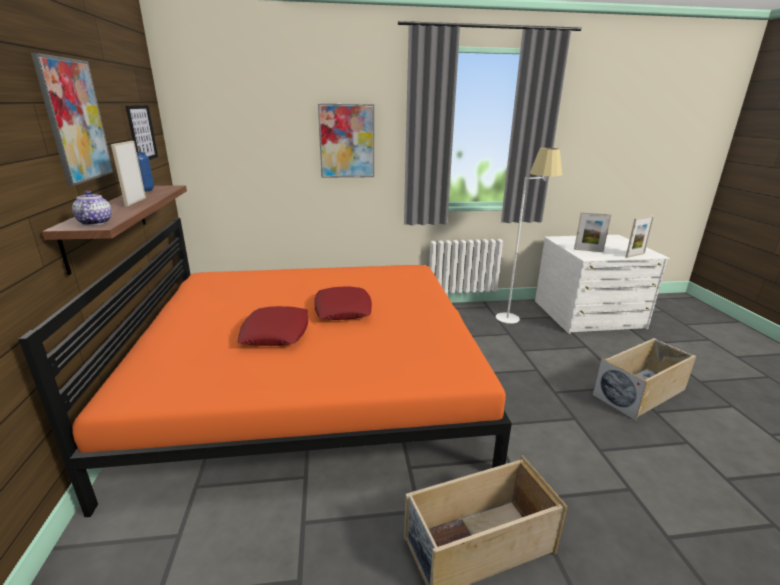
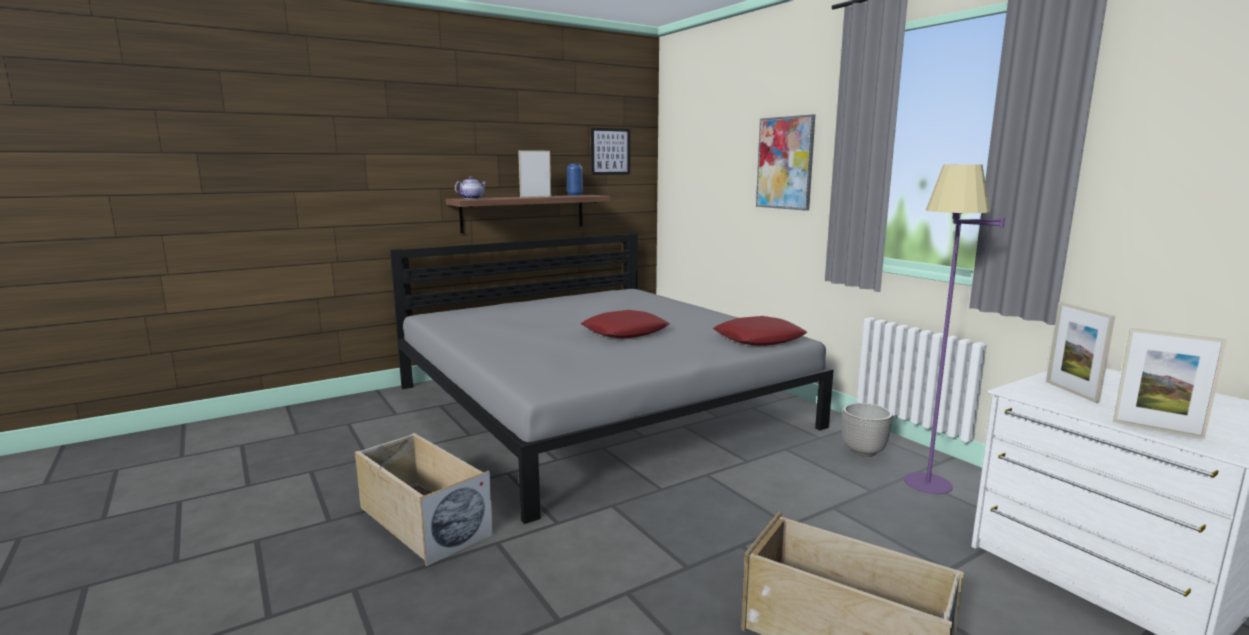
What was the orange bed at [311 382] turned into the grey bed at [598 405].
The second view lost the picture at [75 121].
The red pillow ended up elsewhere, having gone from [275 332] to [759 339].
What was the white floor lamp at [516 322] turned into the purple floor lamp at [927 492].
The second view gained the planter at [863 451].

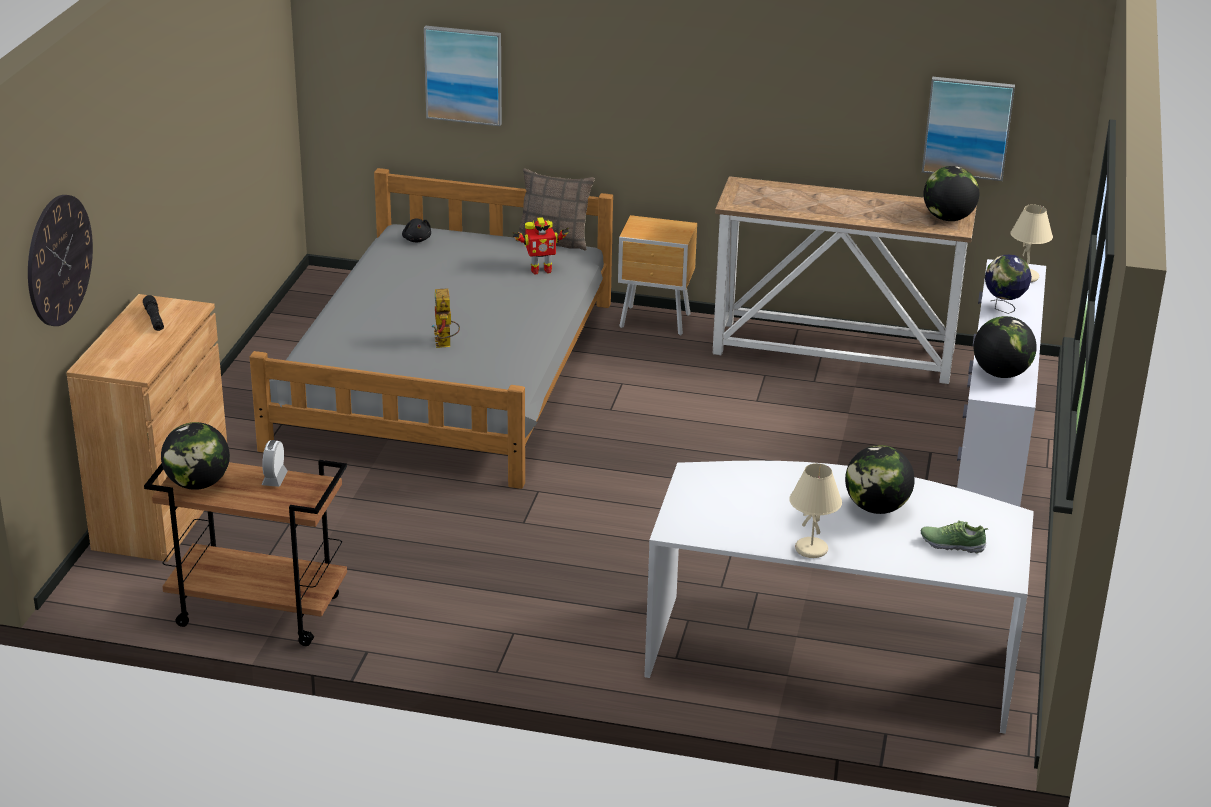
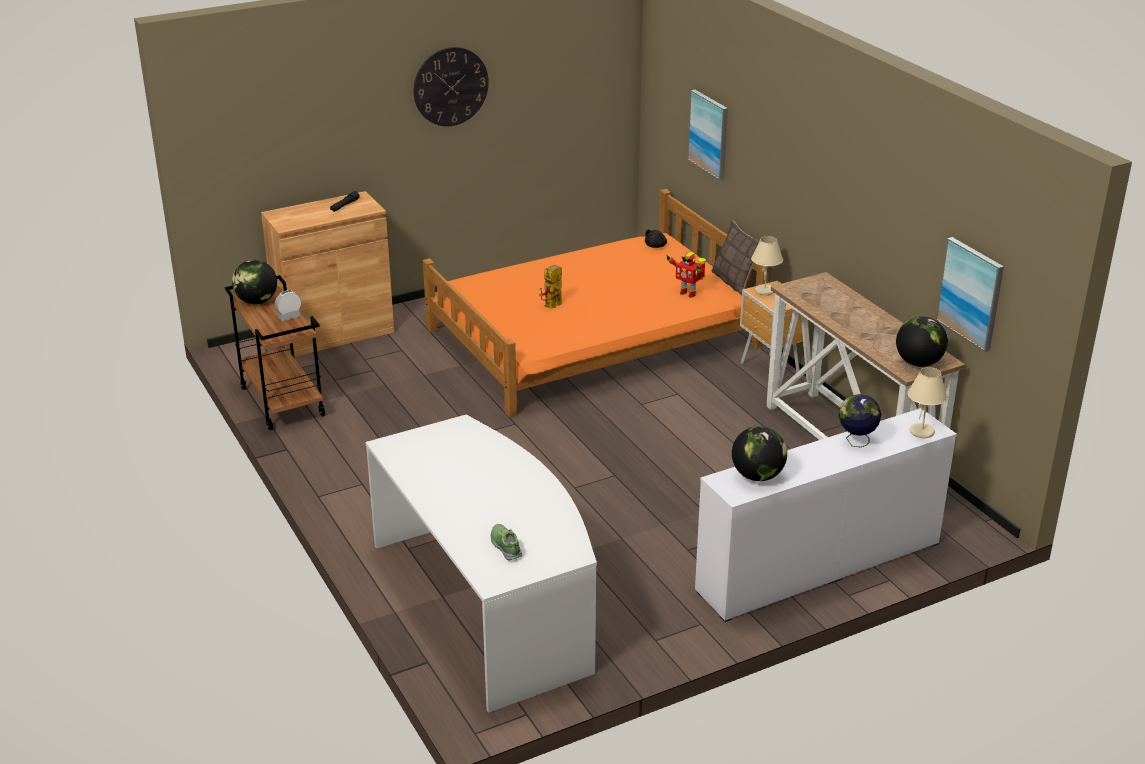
The wall clock ended up elsewhere, having gone from [59 260] to [450 86].
What was the grey bed at [446 374] turned into the orange bed at [592 338].
The beige table lamp ended up elsewhere, having gone from [812 549] to [765 291].
The second view lost the globe at [876 508].

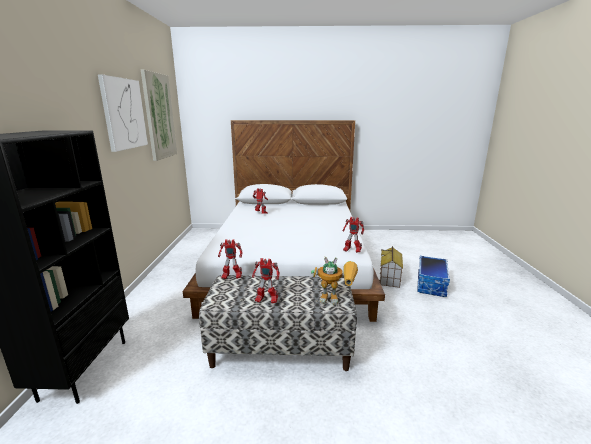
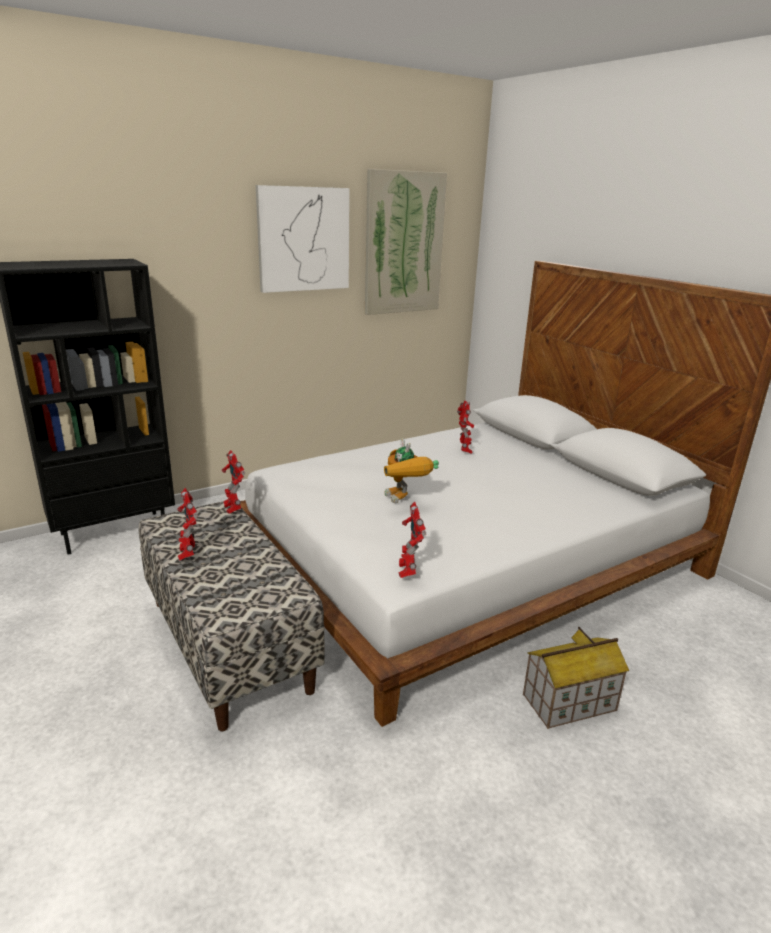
The toy robot ended up elsewhere, having gone from [336 299] to [405 501].
The second view lost the storage box at [431 284].

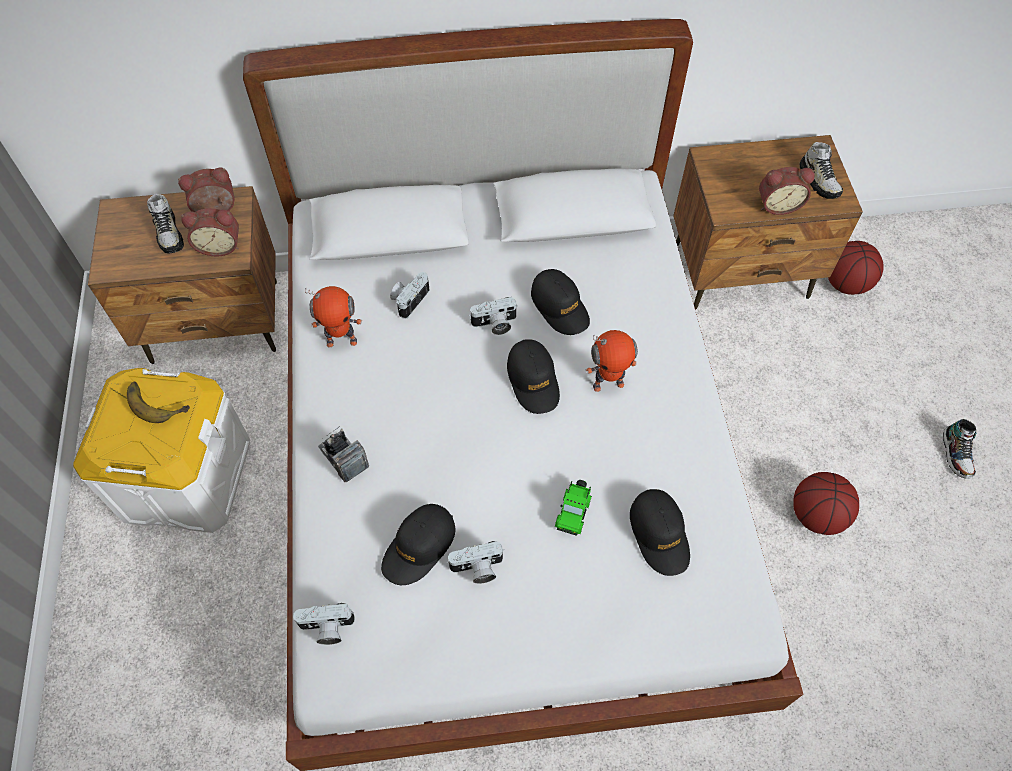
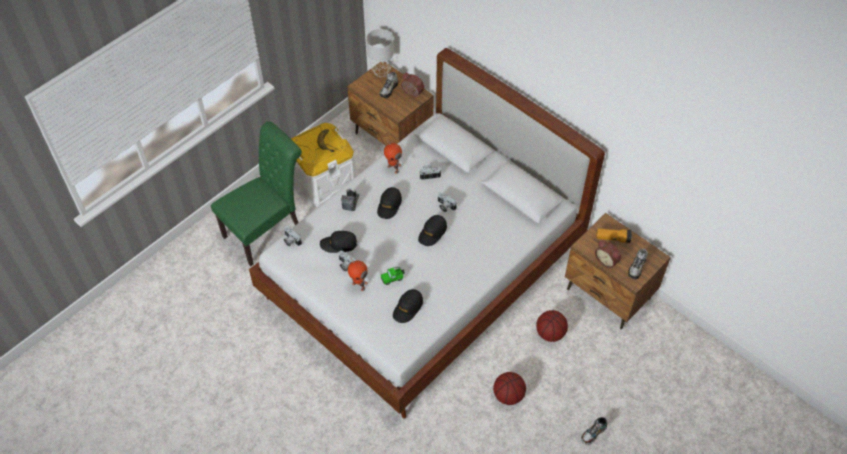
The second view lost the alarm clock at [220 245].
The black cap ended up elsewhere, having gone from [560 307] to [389 205].
The toy robot ended up elsewhere, having gone from [608 383] to [359 285].
The basketball ended up elsewhere, having gone from [846 283] to [550 333].
The second view gained the green chair at [267 230].
The second view gained the grey table lamp at [382 72].
The second view gained the flashlight at [612 238].

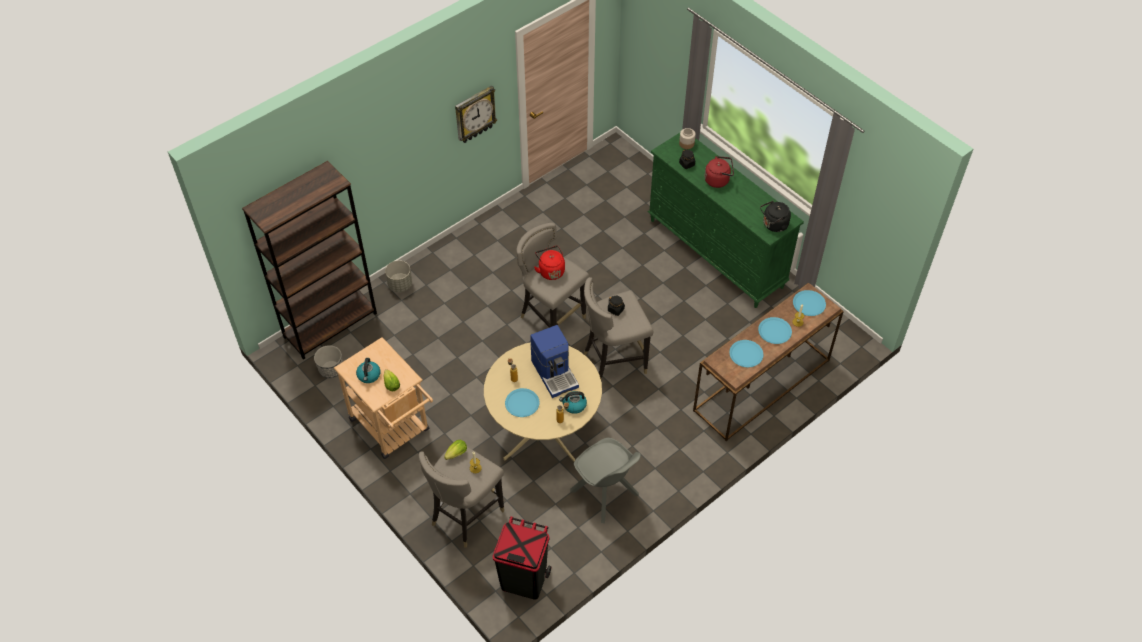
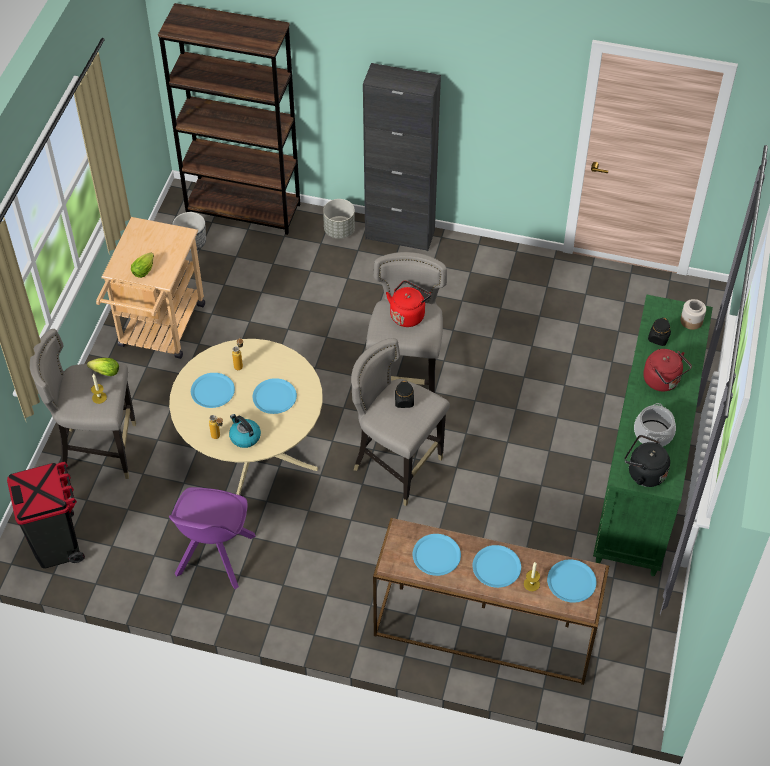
The second view lost the kettle at [369 375].
The second view lost the wall clock at [474 114].
Where the coffee machine stood at [555 373], the blue plate came to stand at [274 397].
What was the grey chair at [605 494] turned into the purple chair at [214 557].
The second view gained the black cabinet at [400 235].
The second view gained the cooking pot at [653 434].

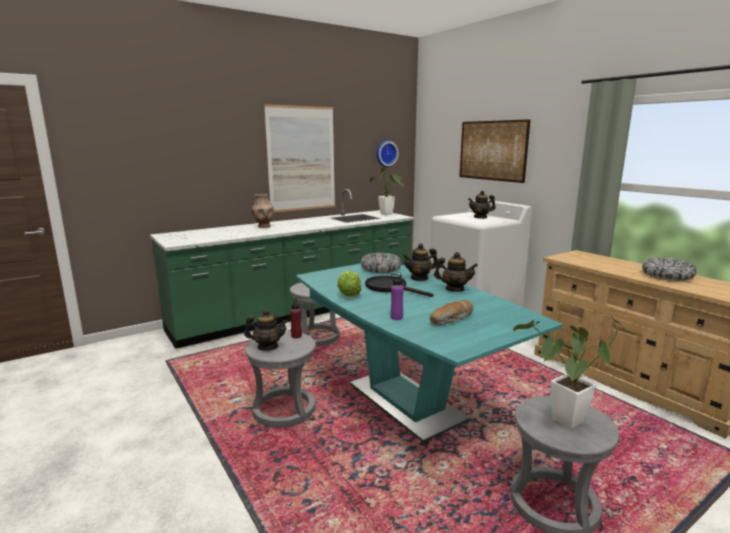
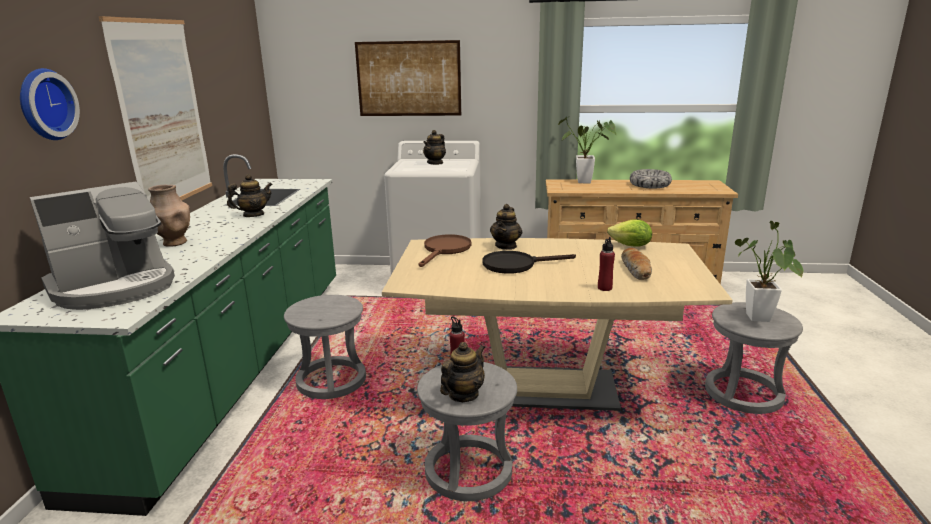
What was the turquoise dining table at [406 402] turned into the beige dining table at [545 389].
The lettuce ended up elsewhere, having gone from [348 295] to [630 246].
Where the bowl stood at [381 269], the brown frying pan came to stand at [445 250].
The potted plant ended up elsewhere, having gone from [387 214] to [588 182].
The wall clock ended up elsewhere, having gone from [385 153] to [44 104].
What was the purple bottle at [396 317] turned into the red bottle at [604 288].
The teapot ended up elsewhere, having gone from [454 289] to [253 215].
The second view gained the coffee machine at [115 287].

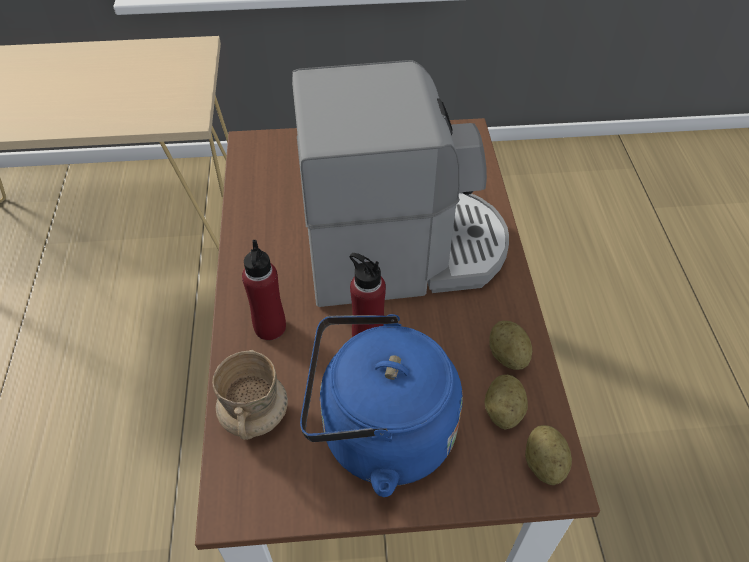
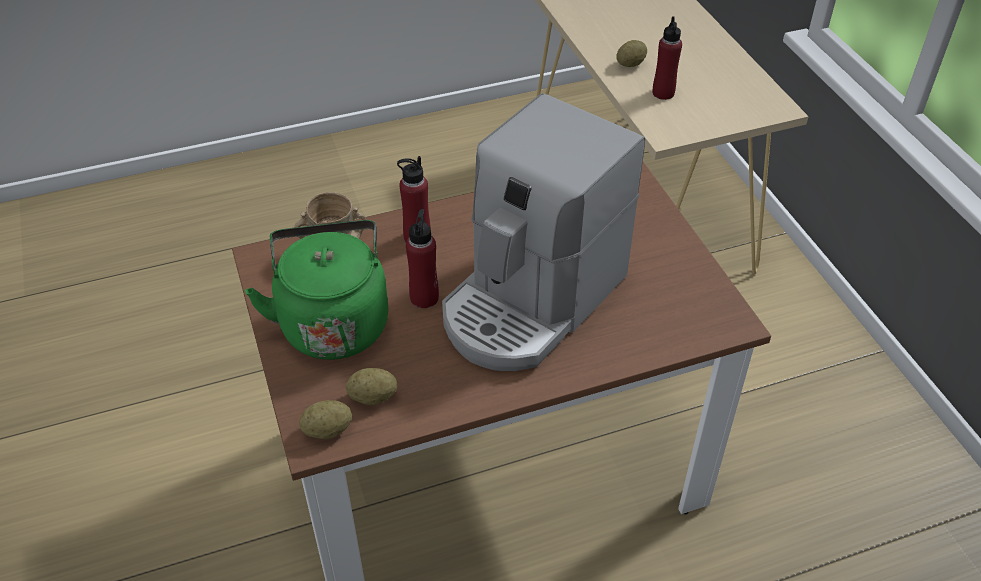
The coffee machine at [403 252] ended up facing another way, 60 degrees clockwise from before.
What was the blue kettle at [379 434] turned into the green kettle at [333 322].
The potato ended up elsewhere, having gone from [507 355] to [630 64].
The second view gained the red bottle at [663 93].

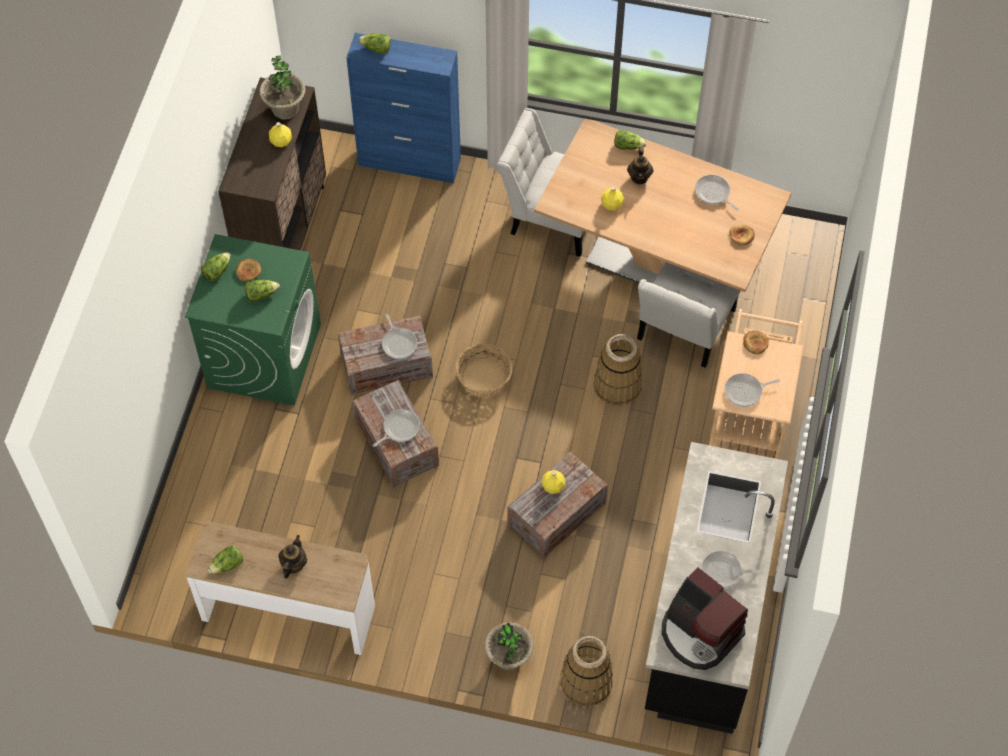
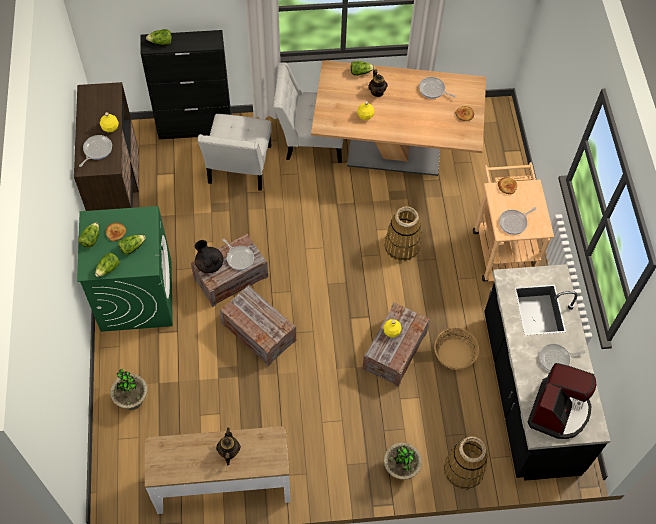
The lettuce ended up elsewhere, having gone from [227 565] to [108 269].
The potted plant ended up elsewhere, having gone from [285 109] to [132 400].
What was the blue cabinet at [410 162] turned into the black cabinet at [195 128].
The frying pan ended up elsewhere, having gone from [399 428] to [96 150].
The basket ended up elsewhere, having gone from [484 378] to [455 354].
The white chair ended up elsewhere, having gone from [683 329] to [238 168].
The coffee machine at [699 633] ended up facing another way, 90 degrees counterclockwise from before.
The second view gained the black teapot at [209 264].

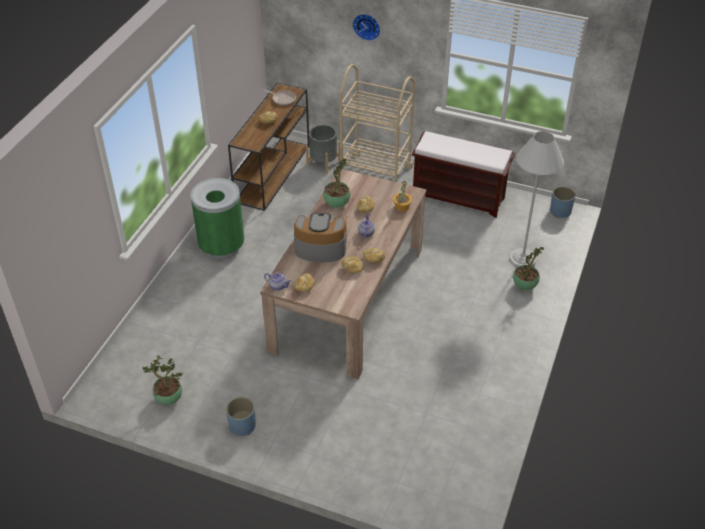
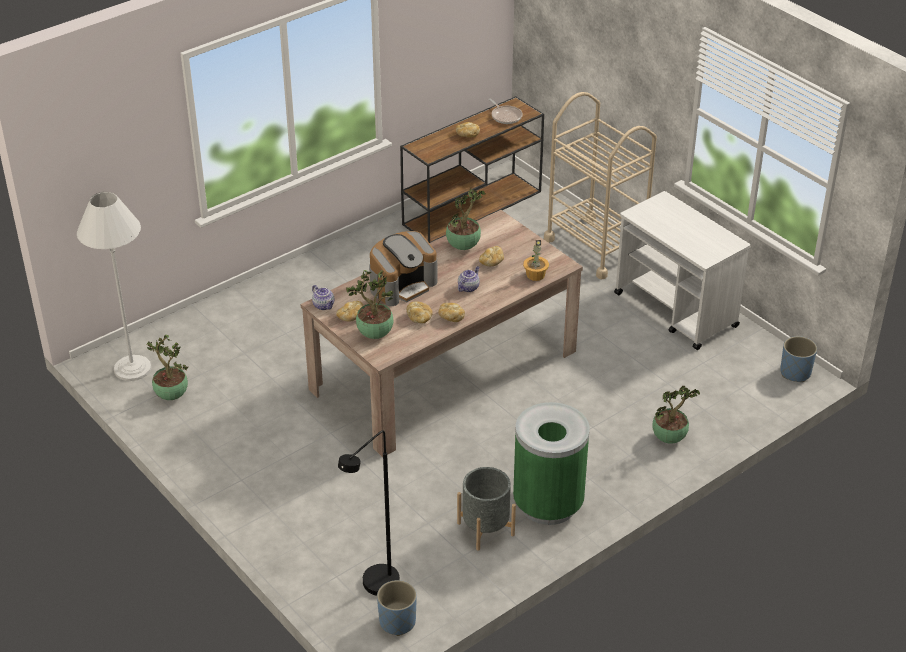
The green trash can ended up elsewhere, having gone from [221 246] to [548 504].
The blue planter ended up elsewhere, having gone from [242 426] to [397 622].
The coffee machine at [320 248] ended up facing another way, 105 degrees clockwise from before.
The grey planter ended up elsewhere, having gone from [323 163] to [485 529].
The second view lost the wall clock at [367 26].
Where the brown bench stood at [459 197], the white cart came to stand at [676 310].
The white floor lamp ended up elsewhere, having gone from [523 258] to [132 368].
The second view gained the black floor lamp at [375 589].
The second view gained the potted plant at [374 334].

